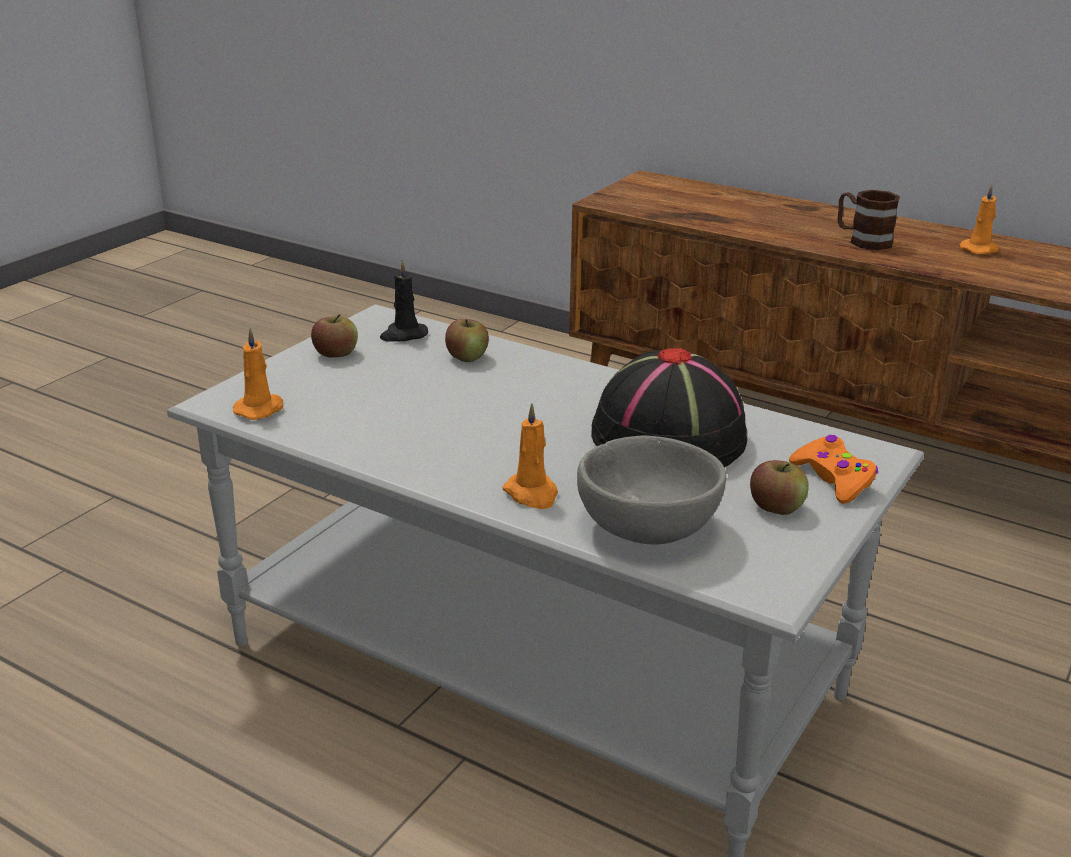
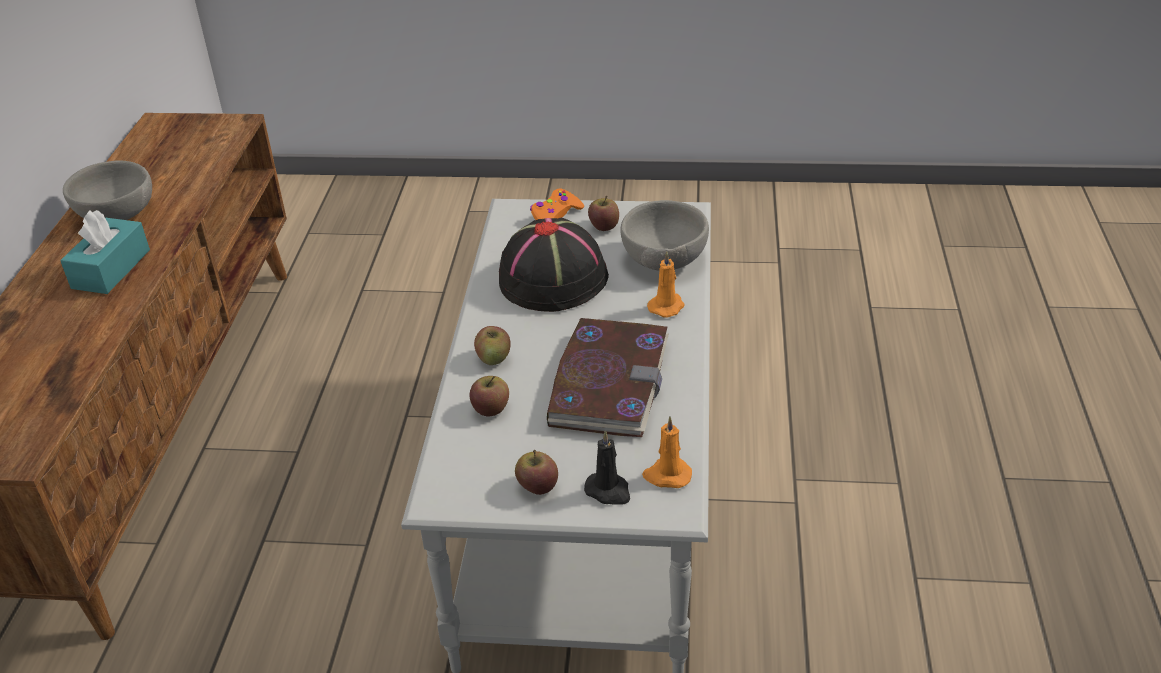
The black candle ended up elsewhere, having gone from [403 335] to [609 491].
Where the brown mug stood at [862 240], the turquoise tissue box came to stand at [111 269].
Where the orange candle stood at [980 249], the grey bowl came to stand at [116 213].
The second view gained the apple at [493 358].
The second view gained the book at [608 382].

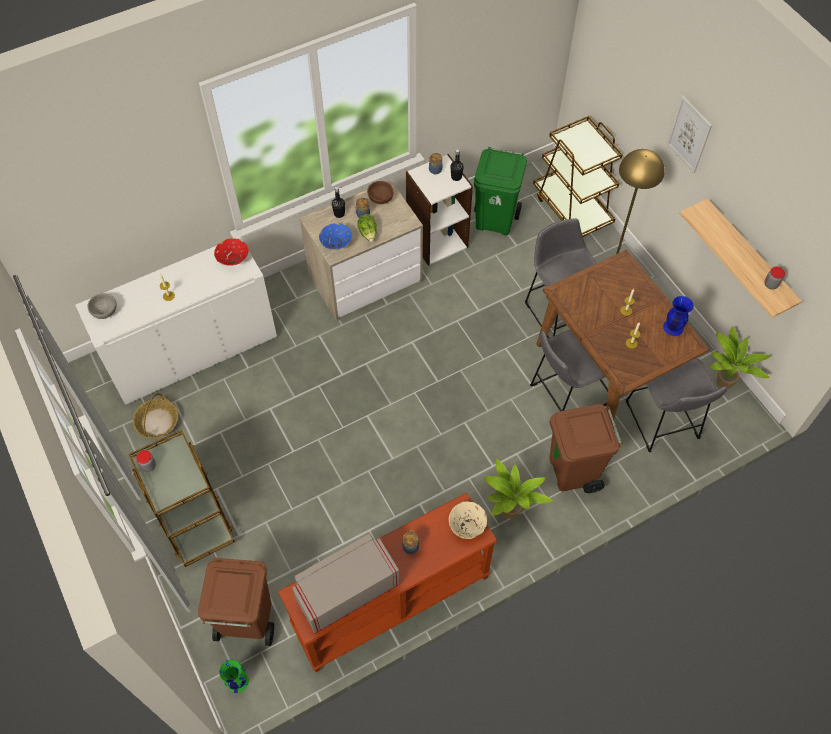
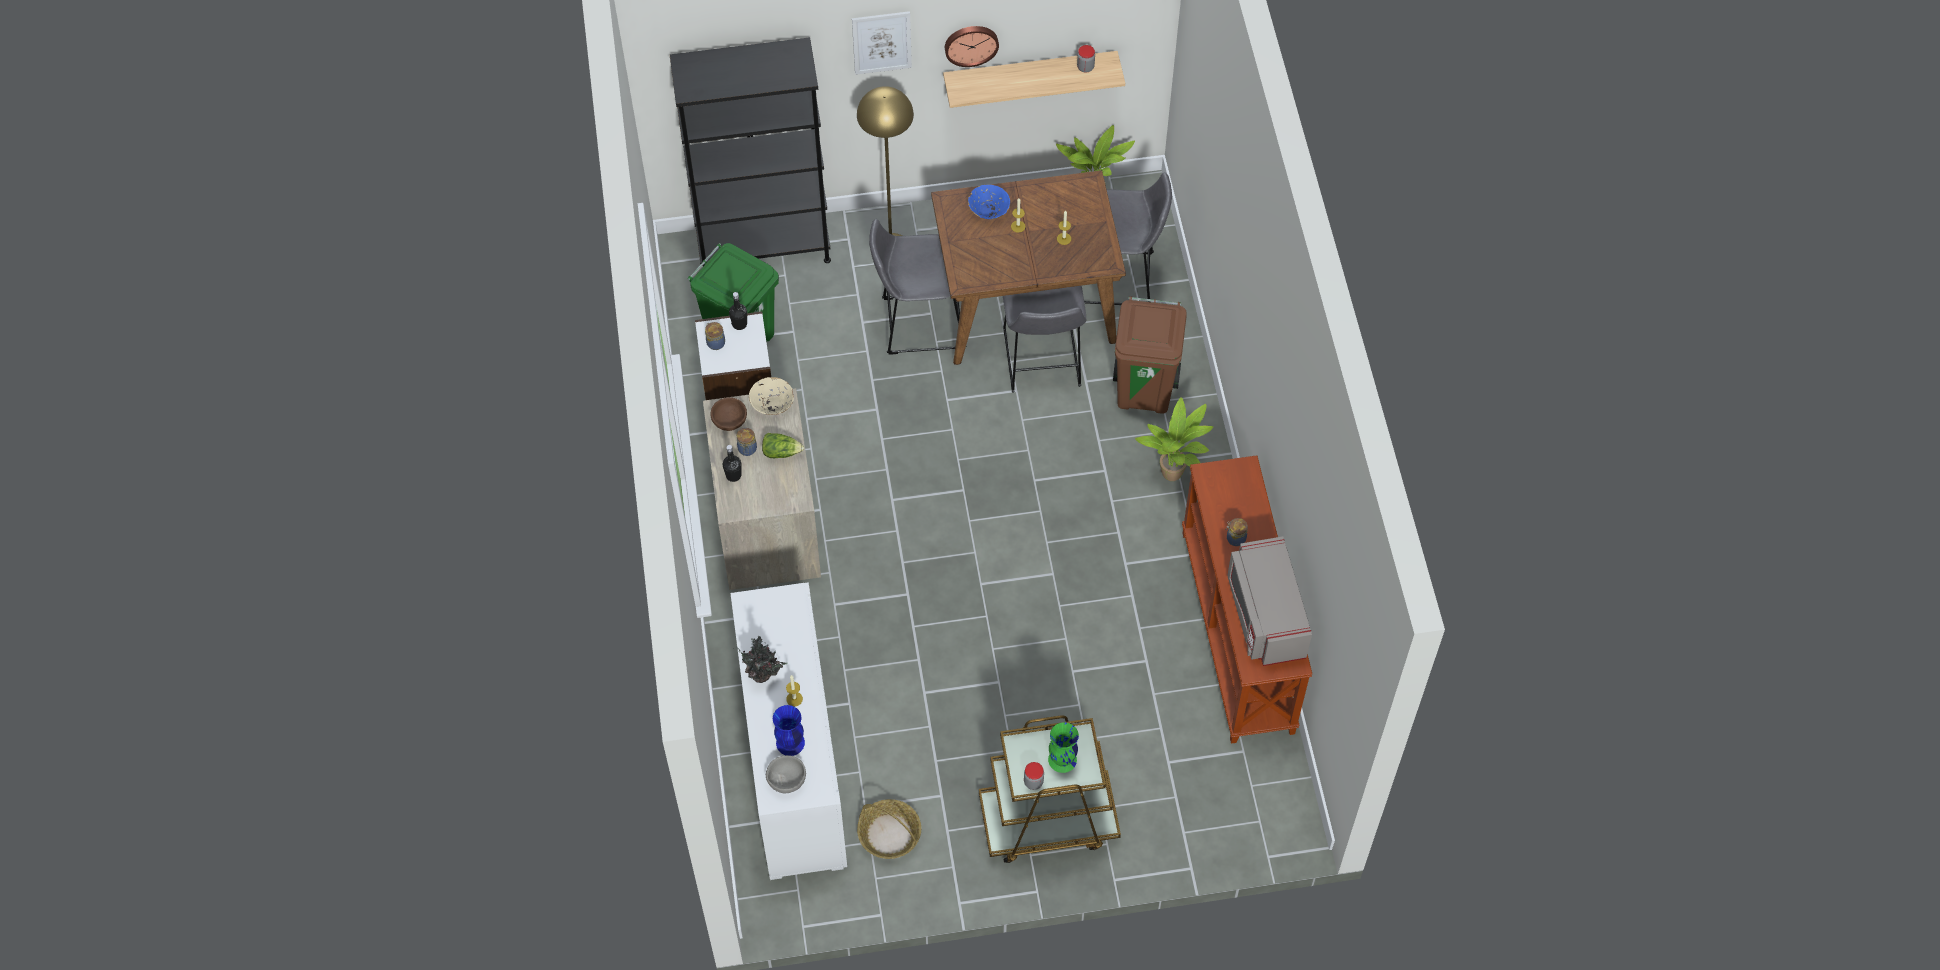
The second view lost the brown trash can at [246 621].
The second view lost the red bowl at [233 259].
The green vase ended up elsewhere, having gone from [237 681] to [1062 760].
The blue bowl ended up elsewhere, having gone from [336 243] to [988 211].
The beige bowl ended up elsewhere, having gone from [467 525] to [772 405].
Where the brown cart stood at [572 209], the black bookcase came to stand at [764 248].
The blue vase ended up elsewhere, having gone from [673 327] to [790 743].
The second view gained the potted plant at [763 674].
The second view gained the wall clock at [971 44].

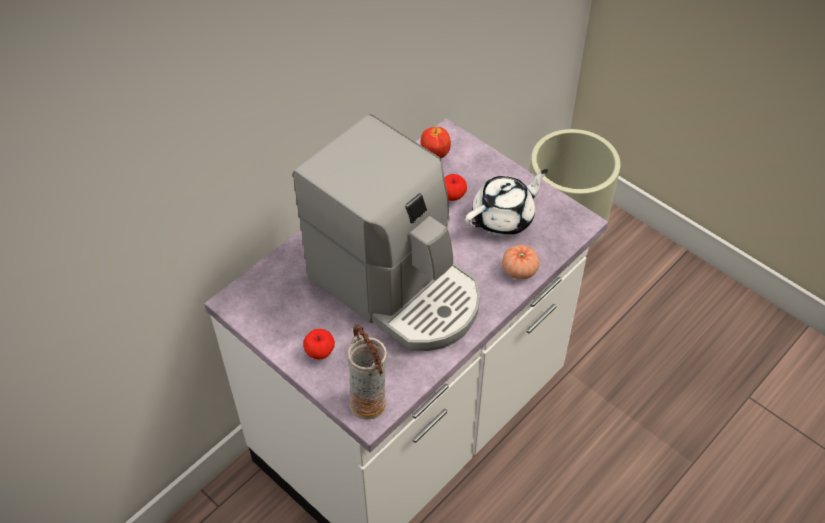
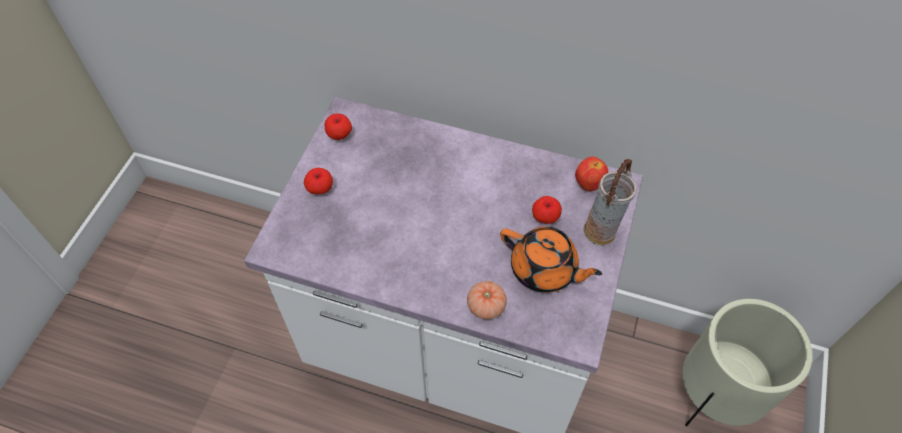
The second view lost the coffee machine at [398 288].
The vase ended up elsewhere, having gone from [369 403] to [601 232].
What was the white teapot at [504 217] turned into the orange teapot at [544 270].
The second view gained the apple at [339 135].

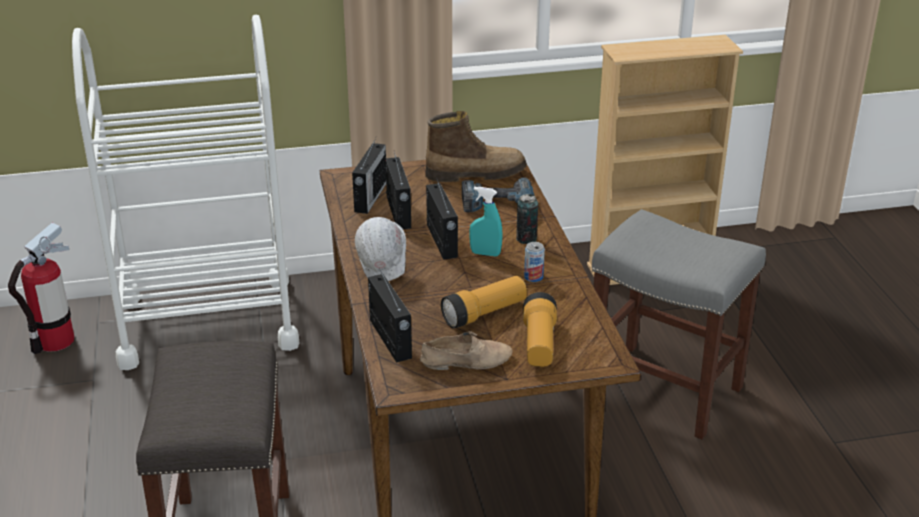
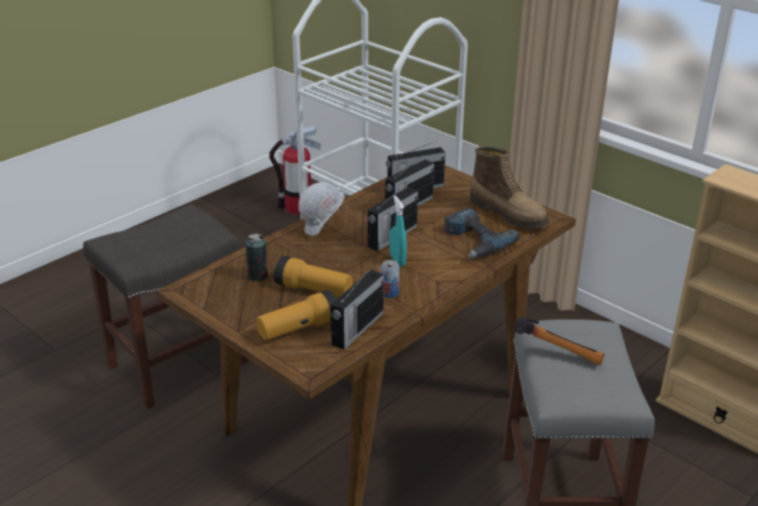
The radio ended up elsewhere, having gone from [390 340] to [357 329].
The second view lost the beige shoe at [466 360].
The can ended up elsewhere, having gone from [526 239] to [258 276].
The second view gained the hammer at [557 351].

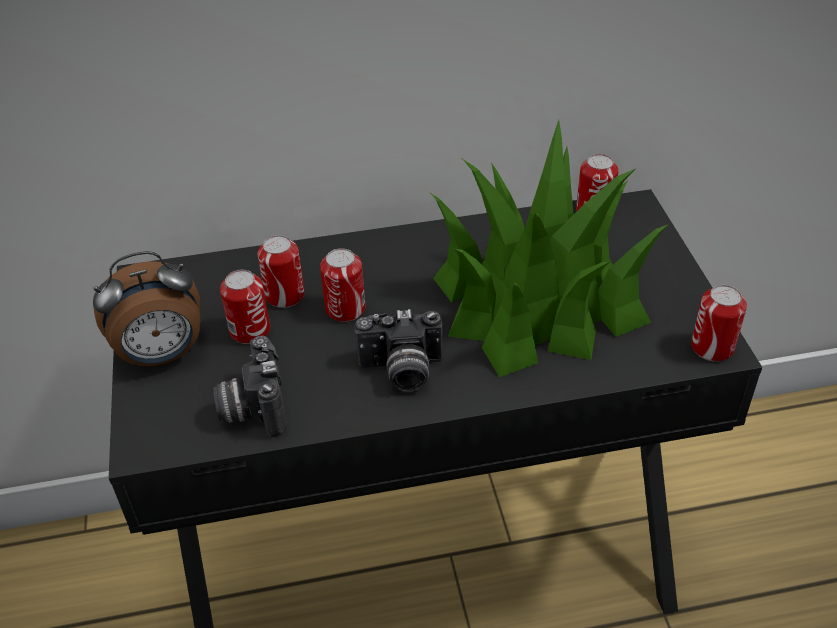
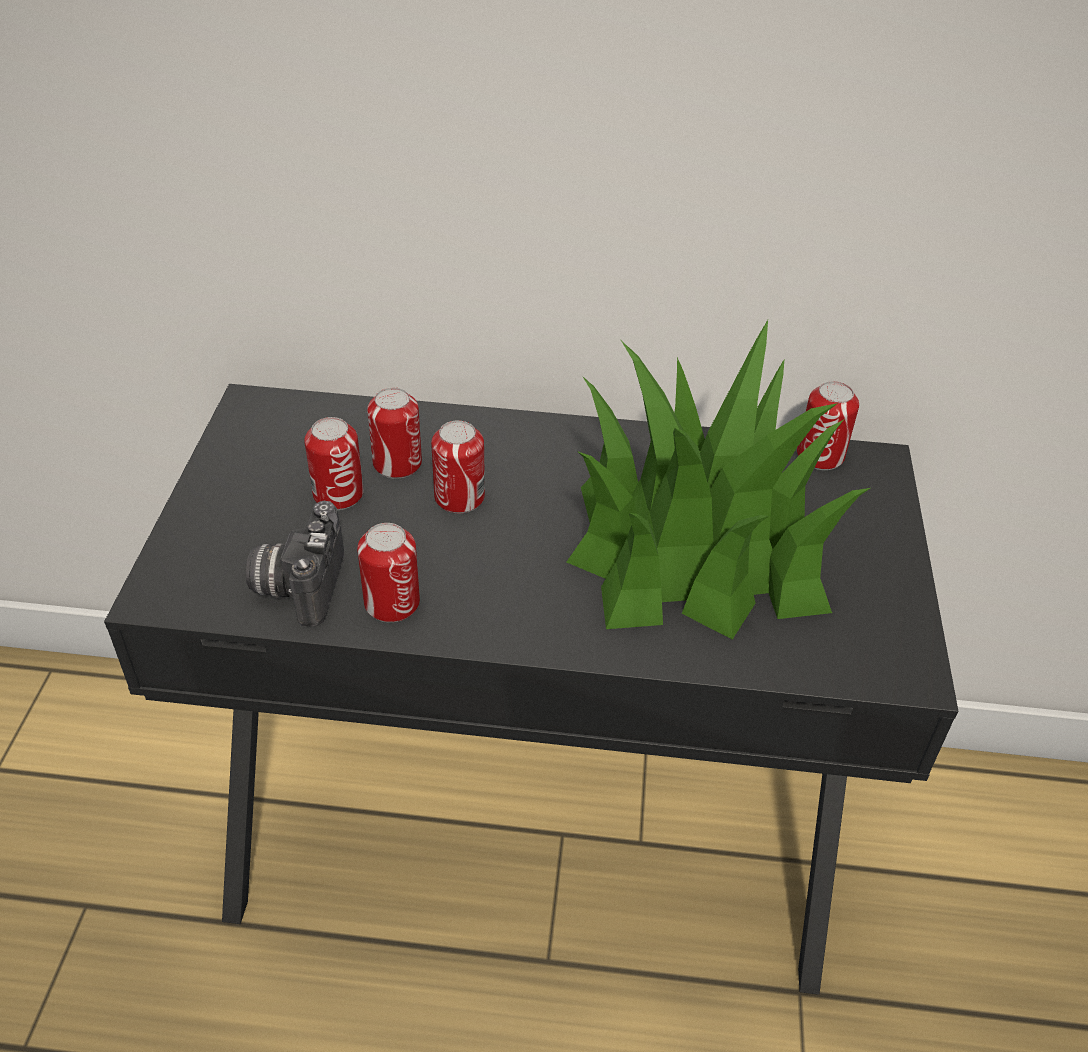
The second view lost the alarm clock at [162 355].
The second view lost the photo camera at [401 371].
The can ended up elsewhere, having gone from [712 347] to [392 603].

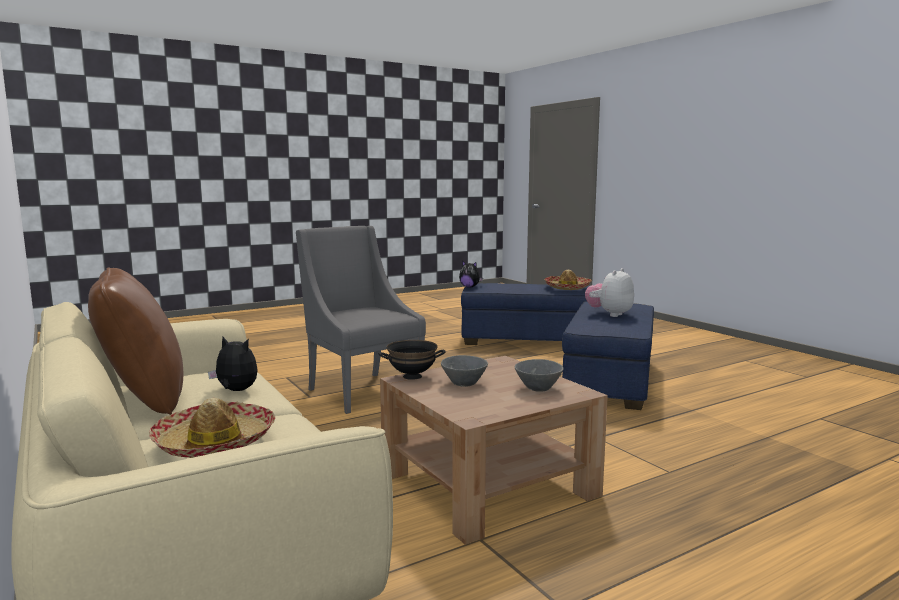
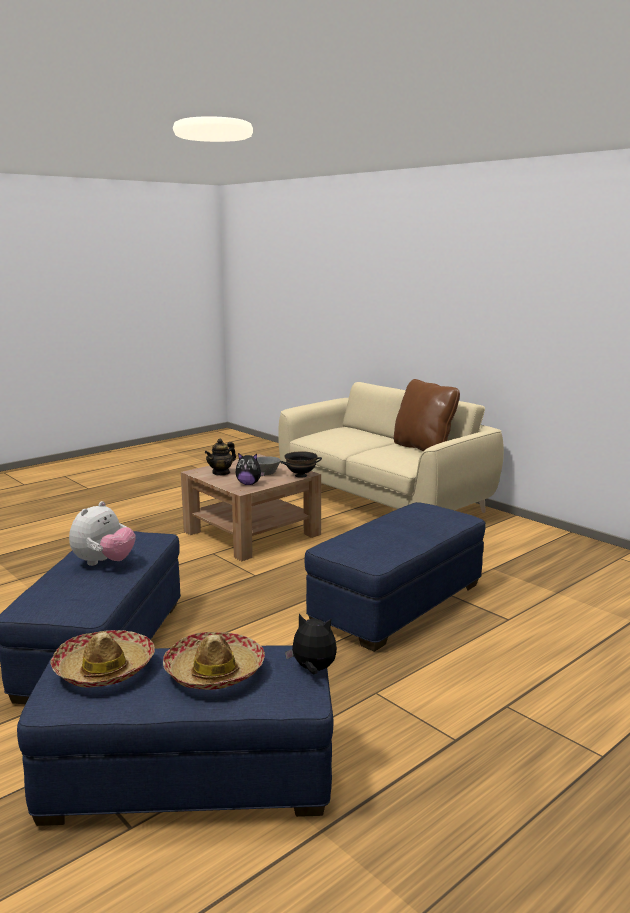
The hat ended up elsewhere, having gone from [215 442] to [214 671].
The plush toy ended up elsewhere, having gone from [235 391] to [249 484].
Where the grey armchair stood at [361 391], the blue ottoman came to stand at [398 604].
Where the grey bowl stood at [536 388], the teapot came to stand at [221 473].

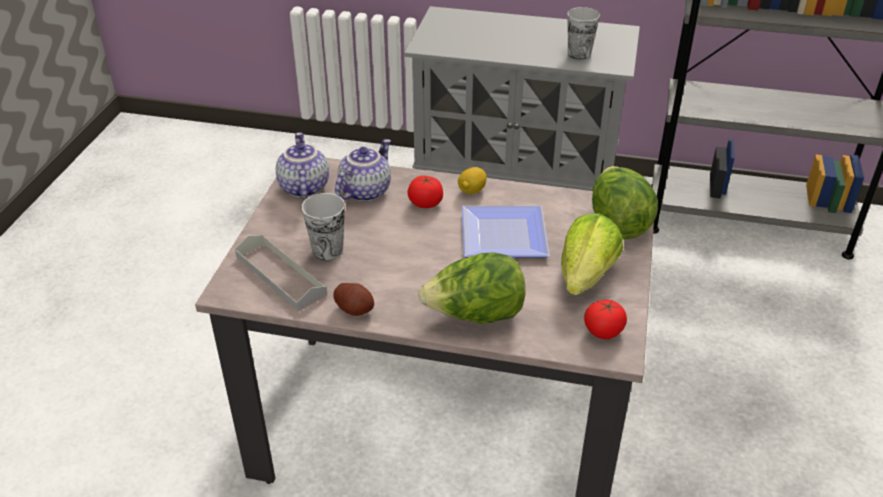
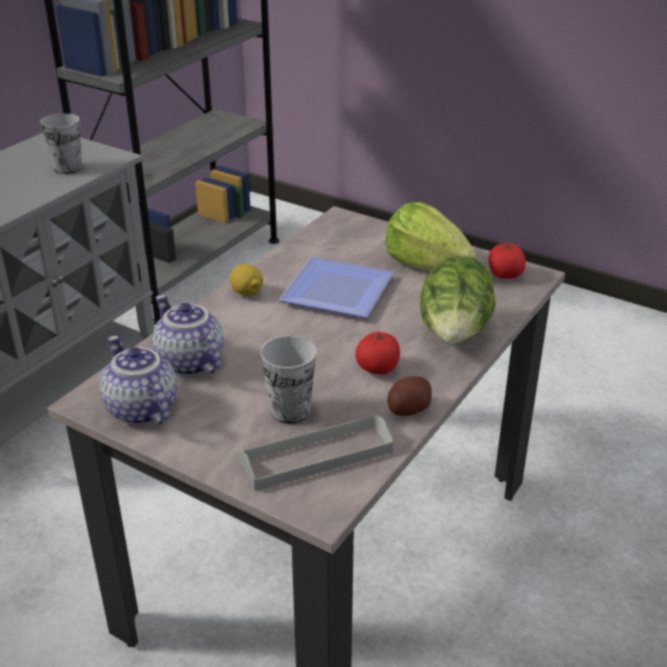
The teapot at [302 187] ended up facing another way, 45 degrees clockwise from before.
The tomato ended up elsewhere, having gone from [425 203] to [377 368].
The second view lost the lettuce at [618 223].

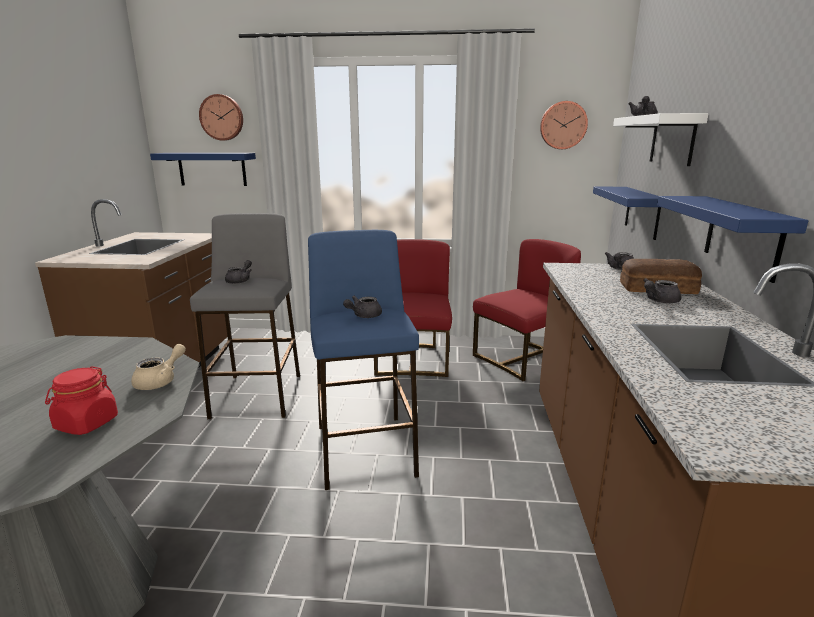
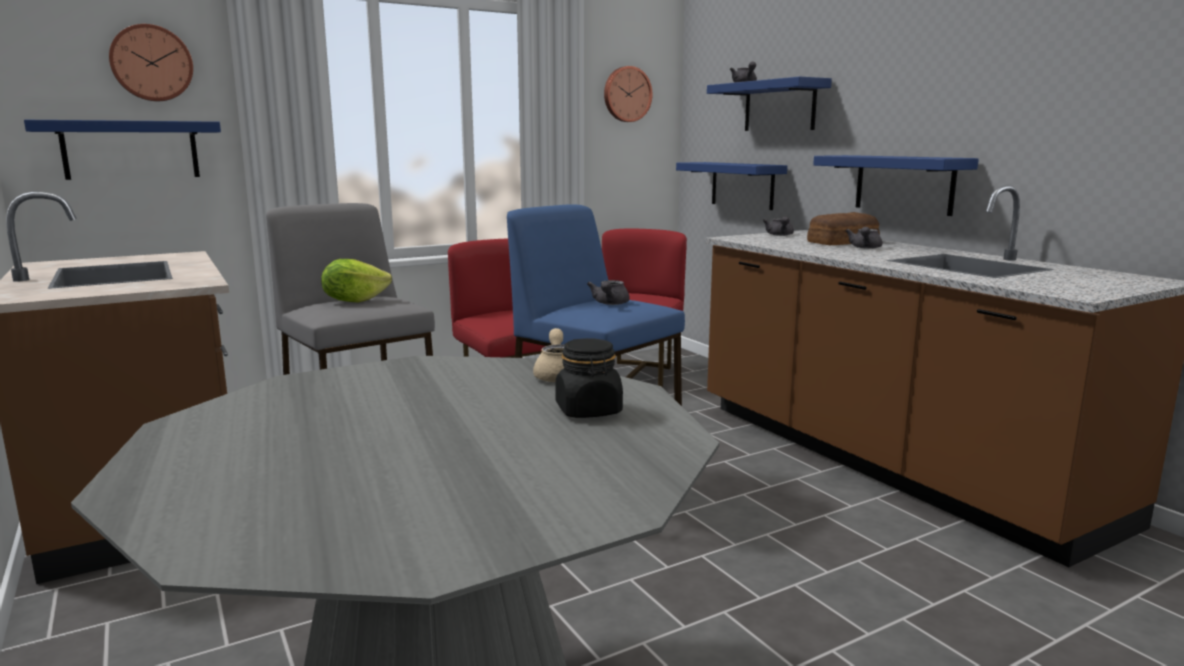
What was the red jar at [86 423] turned into the black jar at [588 410].
Where the grey teapot stood at [240 281], the lettuce came to stand at [354 301].
What was the white shelf at [672 140] turned into the blue shelf at [779 106].

